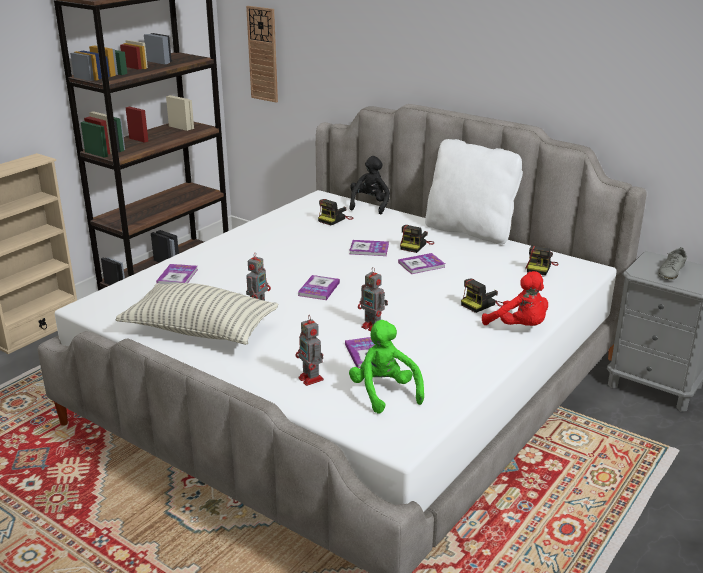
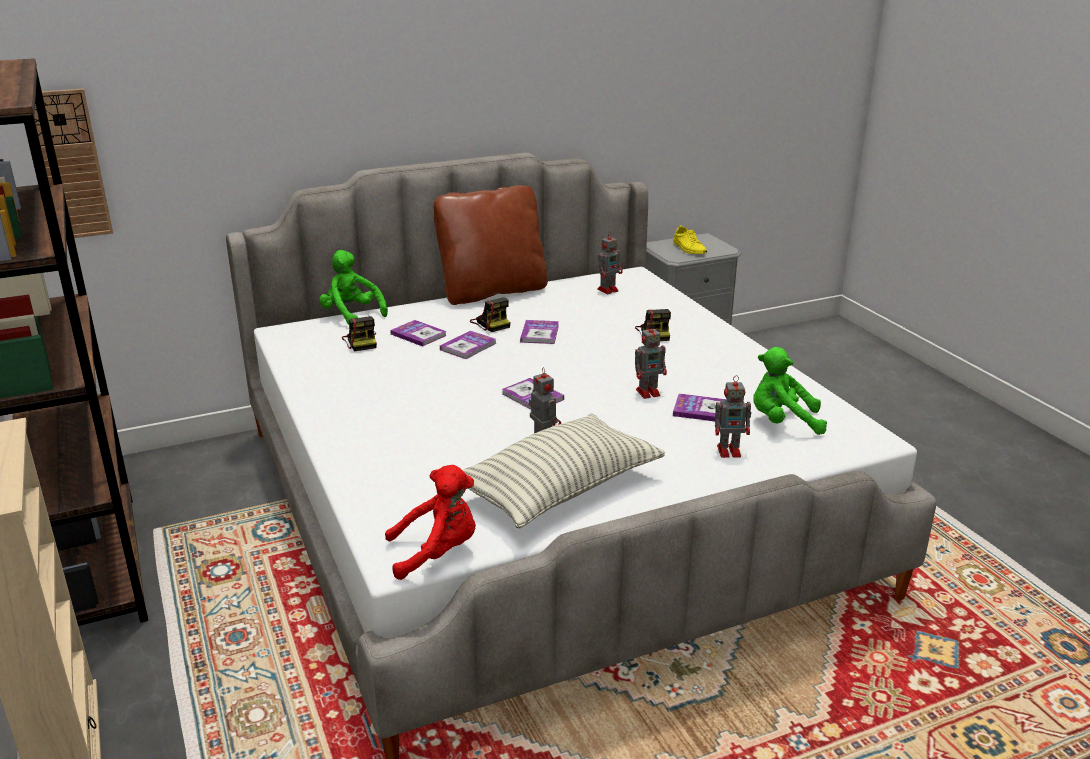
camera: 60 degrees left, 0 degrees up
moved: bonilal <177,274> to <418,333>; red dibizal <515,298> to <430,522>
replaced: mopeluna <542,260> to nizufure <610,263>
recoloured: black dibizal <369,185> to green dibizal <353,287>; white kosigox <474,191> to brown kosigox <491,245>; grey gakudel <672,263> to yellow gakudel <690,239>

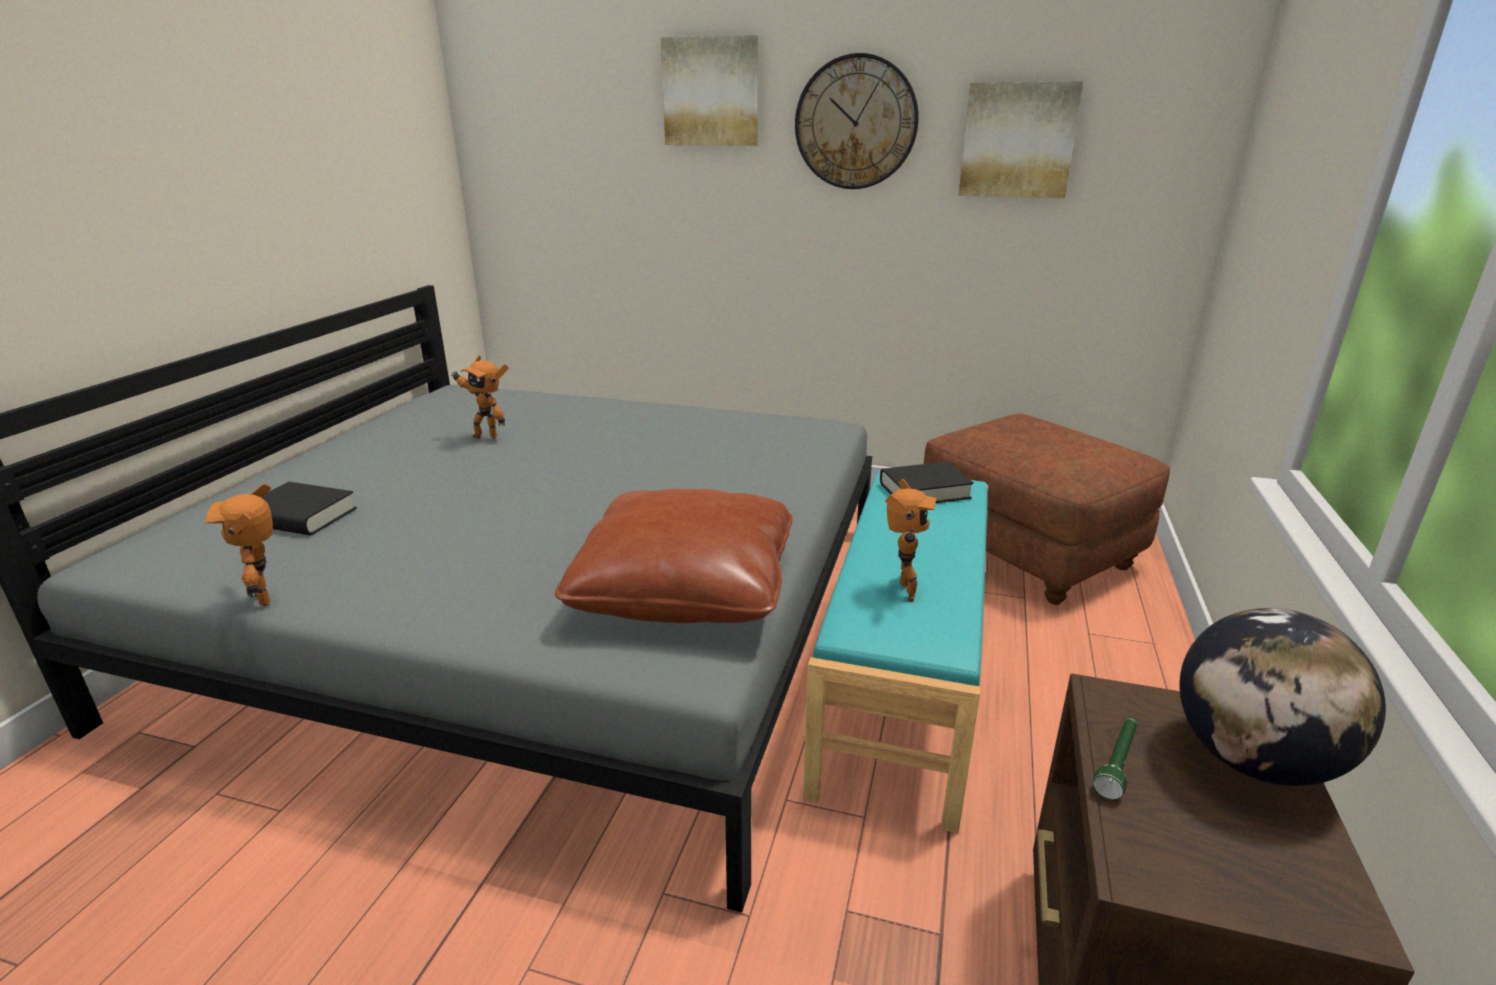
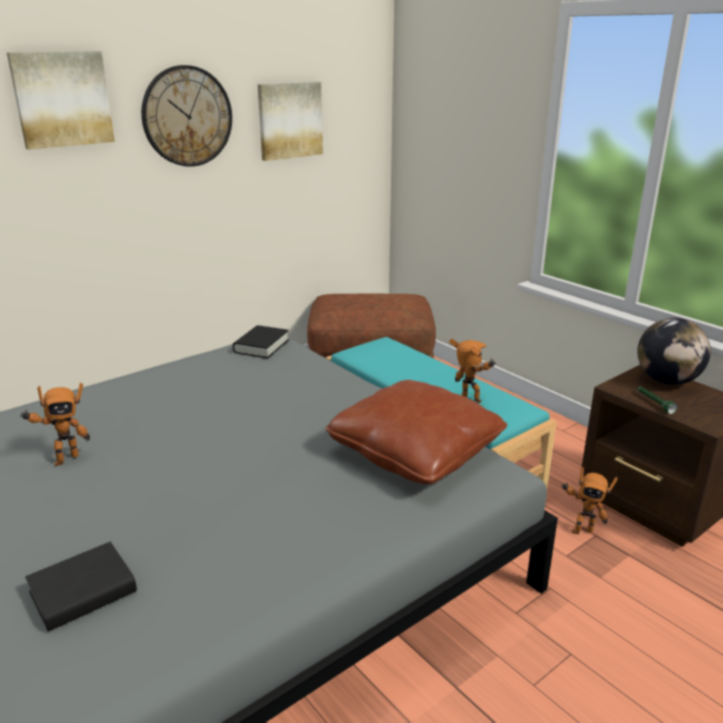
camera: 55 degrees left, 0 degrees up
moved: nizufure <239,545> to <589,500>; black bonilal <927,482> to <261,342>

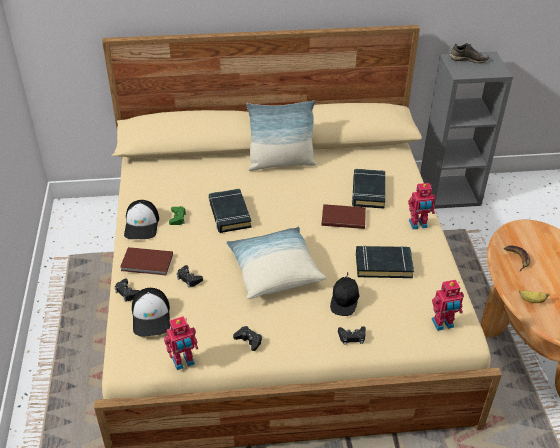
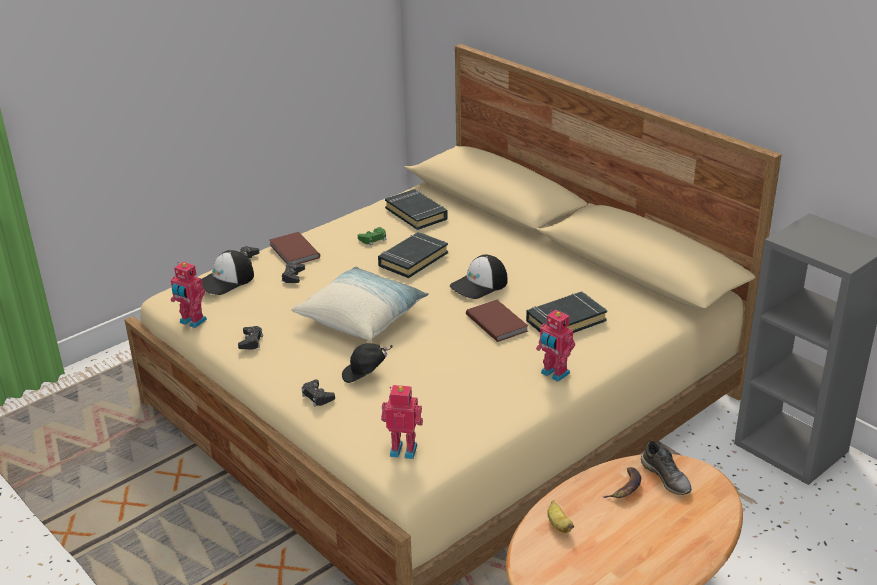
camera: 55 degrees right, 10 degrees down
removed: kosigox <281,135>
moved: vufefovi <141,219> to <479,276>; black bonilal <385,261> to <416,209>; grey gakudel <470,53> to <666,467>
turned: nizufure <448,305> = <402,422> 150 degrees clockwise

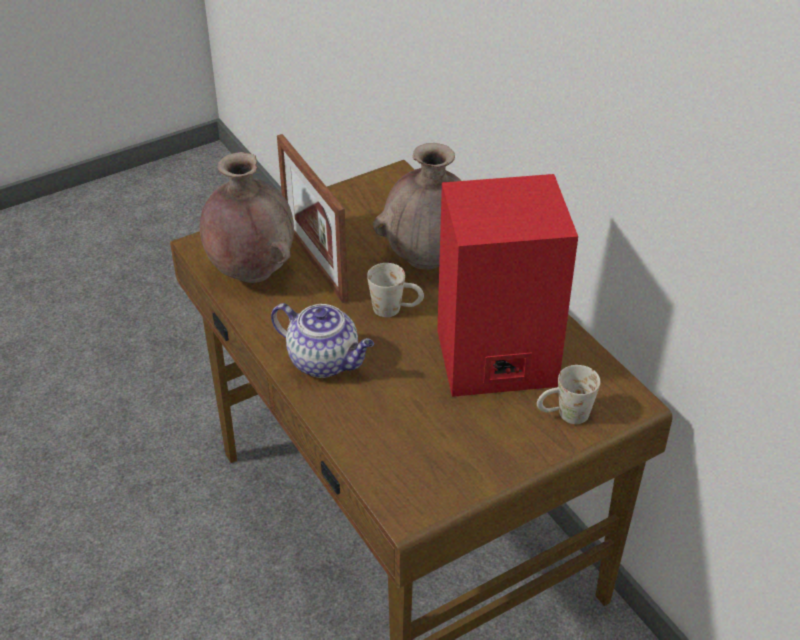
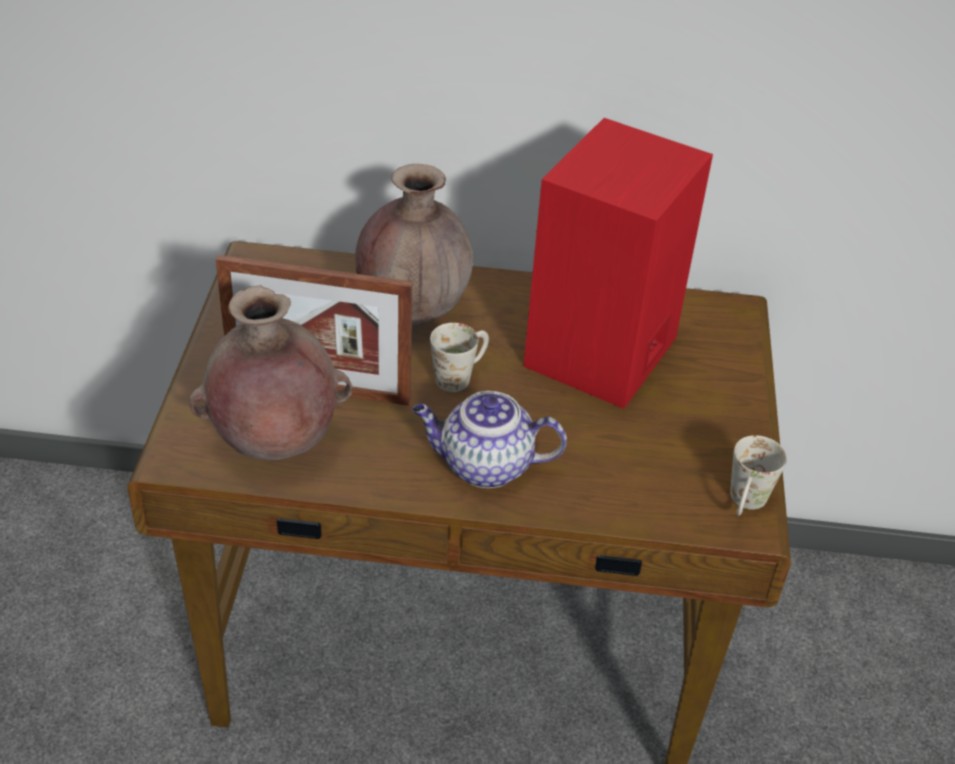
camera: 55 degrees left, 0 degrees up
moved: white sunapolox <568,394> to <758,475>
turned: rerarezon <322,340> = <489,439> 150 degrees counterclockwise

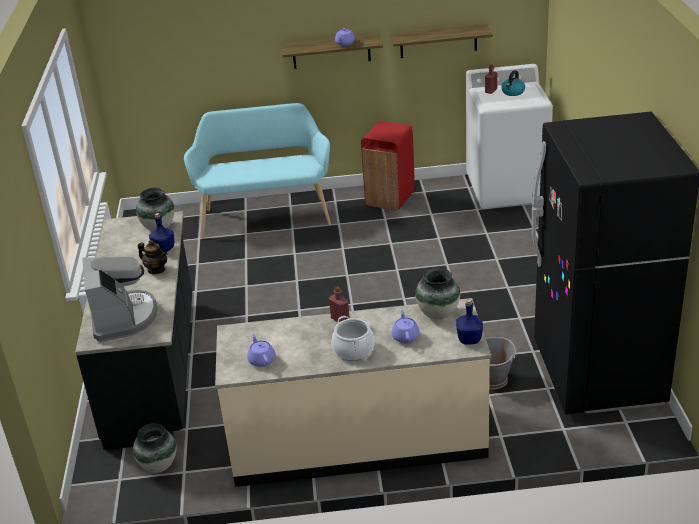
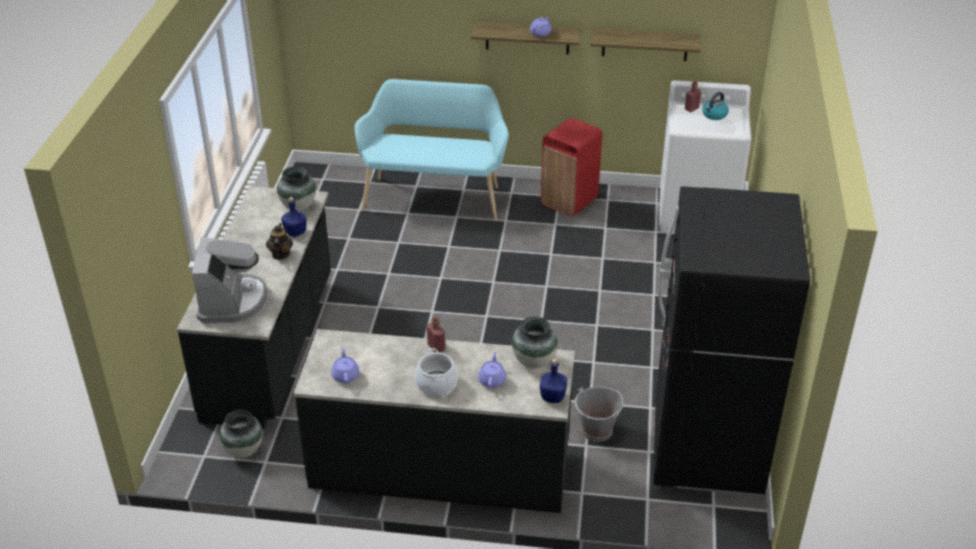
camera: 10 degrees right, 5 degrees up
recoloured: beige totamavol <353,392> to black totamavol <434,421>
turned: rerarezon <153,257> = <279,241> 135 degrees counterclockwise

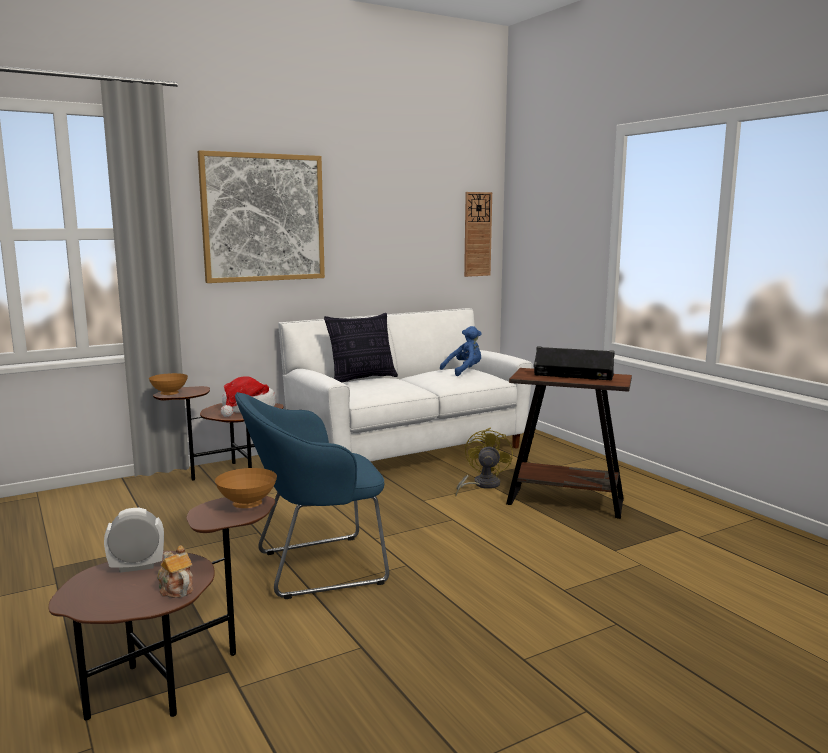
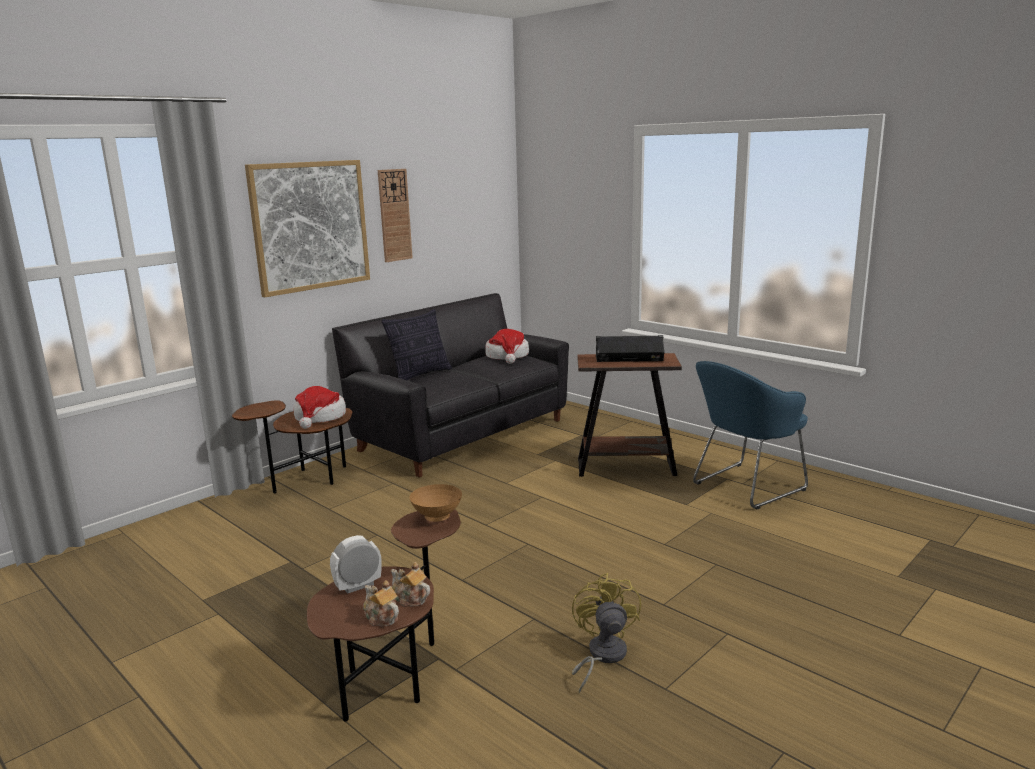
camera: 15 degrees left, 5 degrees up
removed: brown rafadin <168,384>
added: rerarezon <381,603>
moved: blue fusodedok <312,495> to <750,435>; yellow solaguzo <484,461> to <606,633>; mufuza <478,234> to <395,215>
replaced: blue dibizal <461,351> to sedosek <507,346>
recoloured: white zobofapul <405,384> to black zobofapul <450,385>

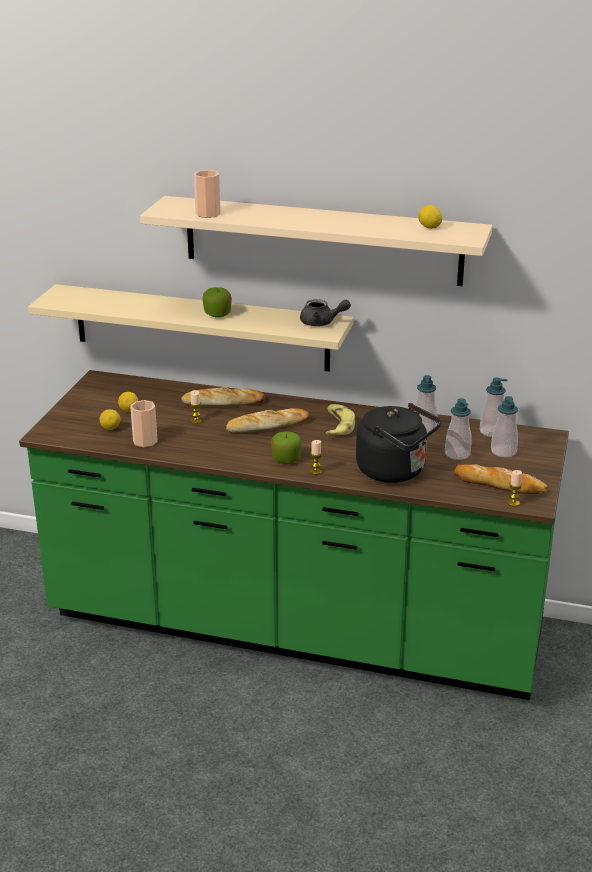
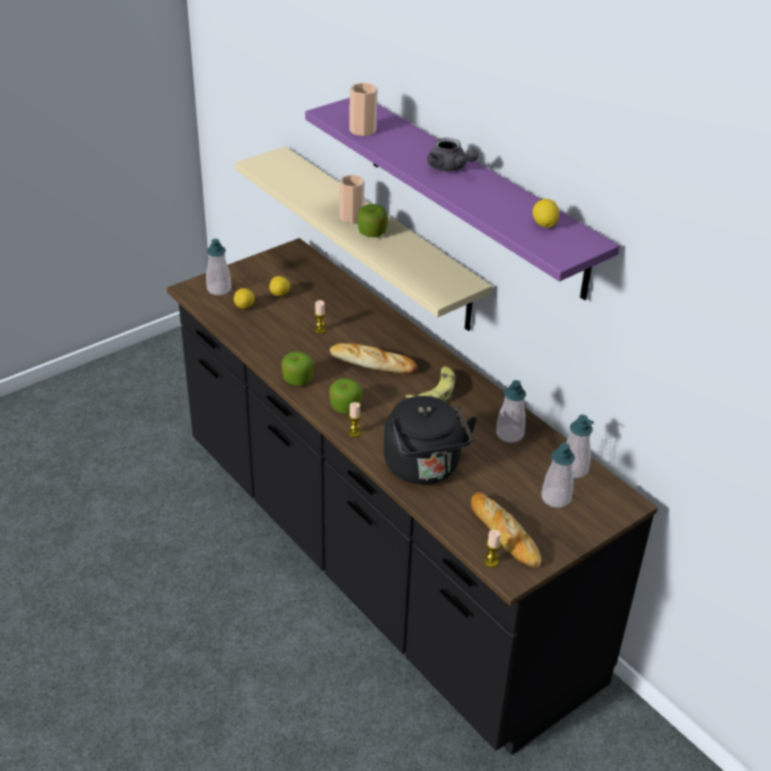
camera: 35 degrees right, 10 degrees up
removed: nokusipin <223,396>
added: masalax <297,369>
moved: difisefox <144,423> to <352,199>; grey rerarezon <325,312> to <452,155>; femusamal <458,429> to <218,267>
recoloured: green totamavol <294,535> to black totamavol <412,496>; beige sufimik <316,241> to purple sufimik <462,199>

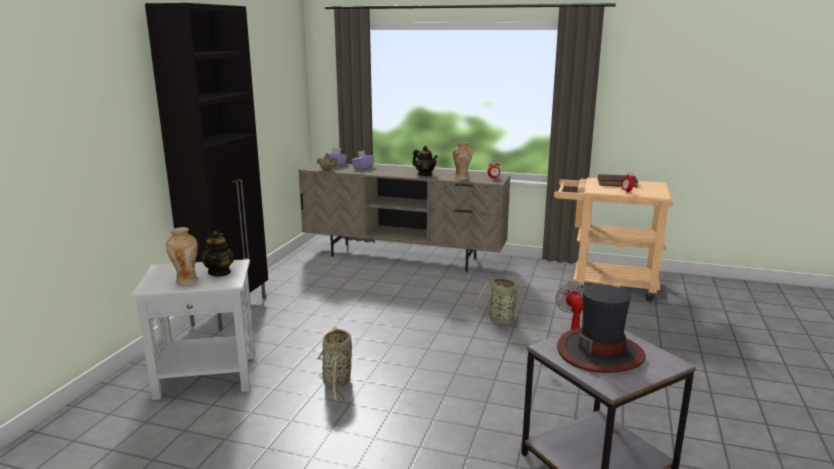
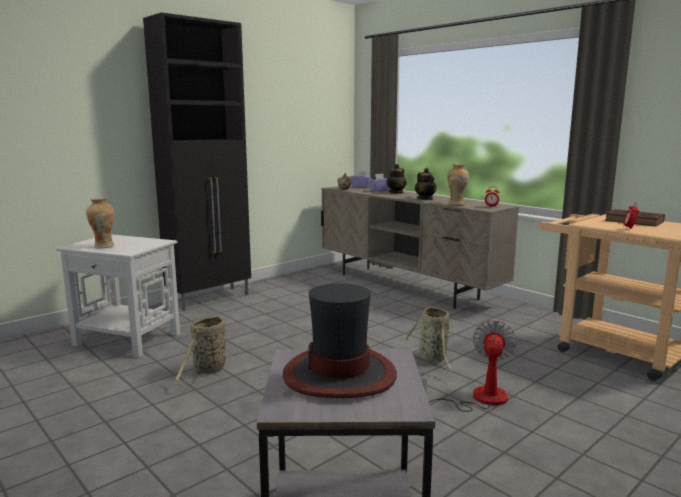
camera: 30 degrees right, 5 degrees down
moved: rerarezon <218,253> to <396,179>

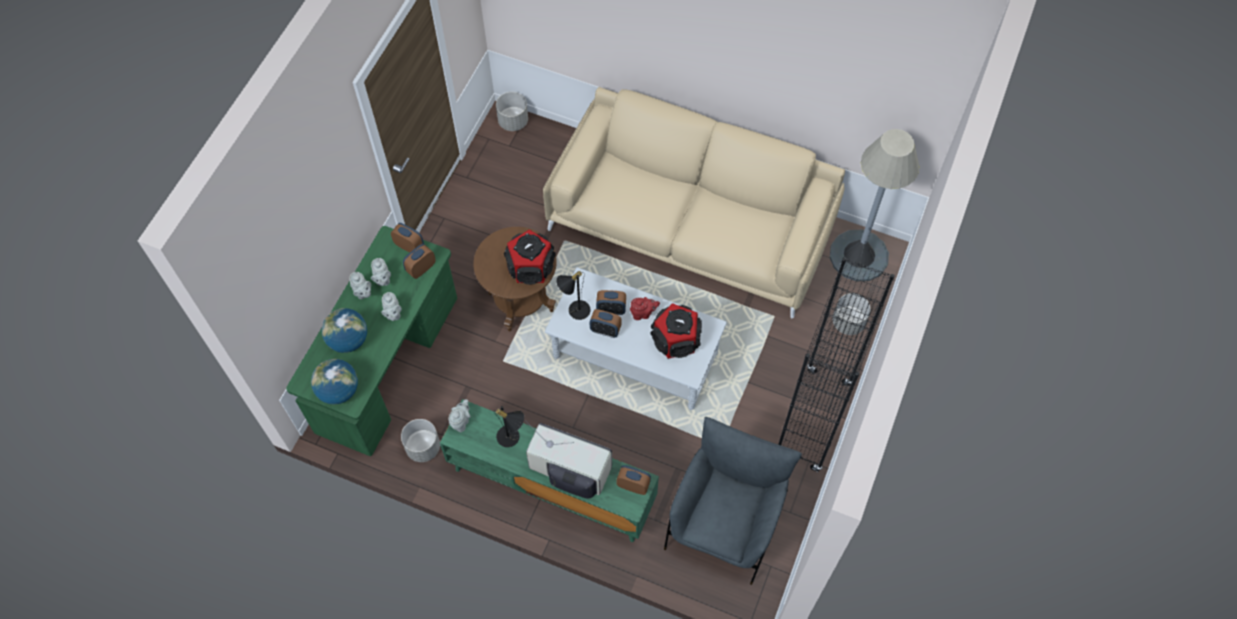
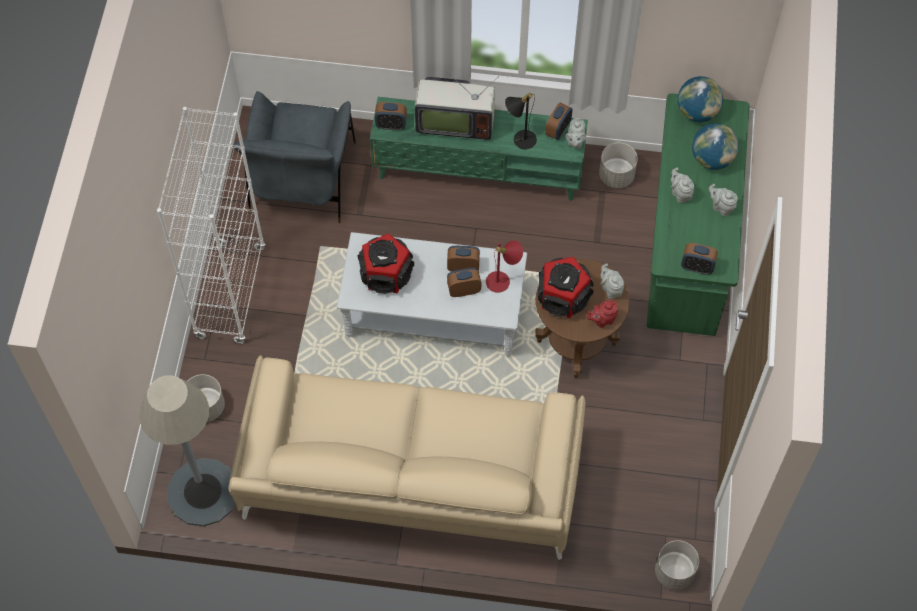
camera: 165 degrees right, 0 degrees up
moved: grey rerarezon <381,272> to <612,281>; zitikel <419,261> to <559,121>; red rerarezon <645,308> to <602,314>
recoloured: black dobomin <573,295> to red dobomin <504,266>; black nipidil <836,364> to white nipidil <211,225>

